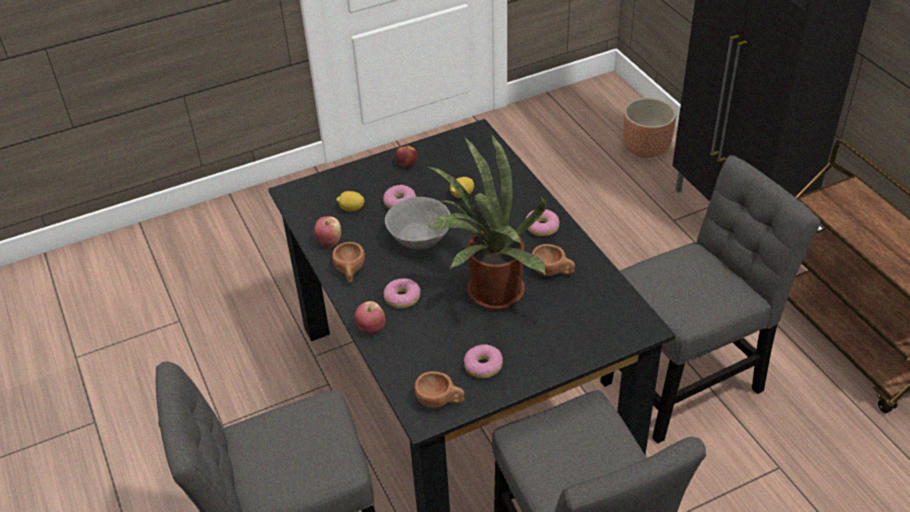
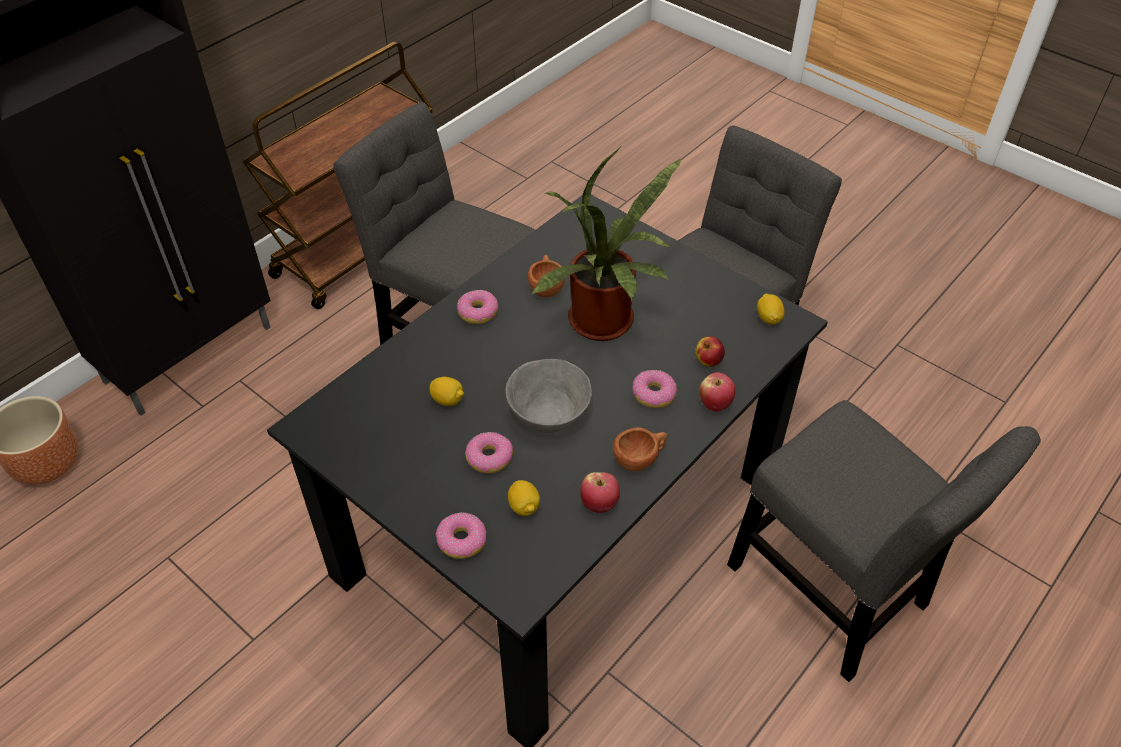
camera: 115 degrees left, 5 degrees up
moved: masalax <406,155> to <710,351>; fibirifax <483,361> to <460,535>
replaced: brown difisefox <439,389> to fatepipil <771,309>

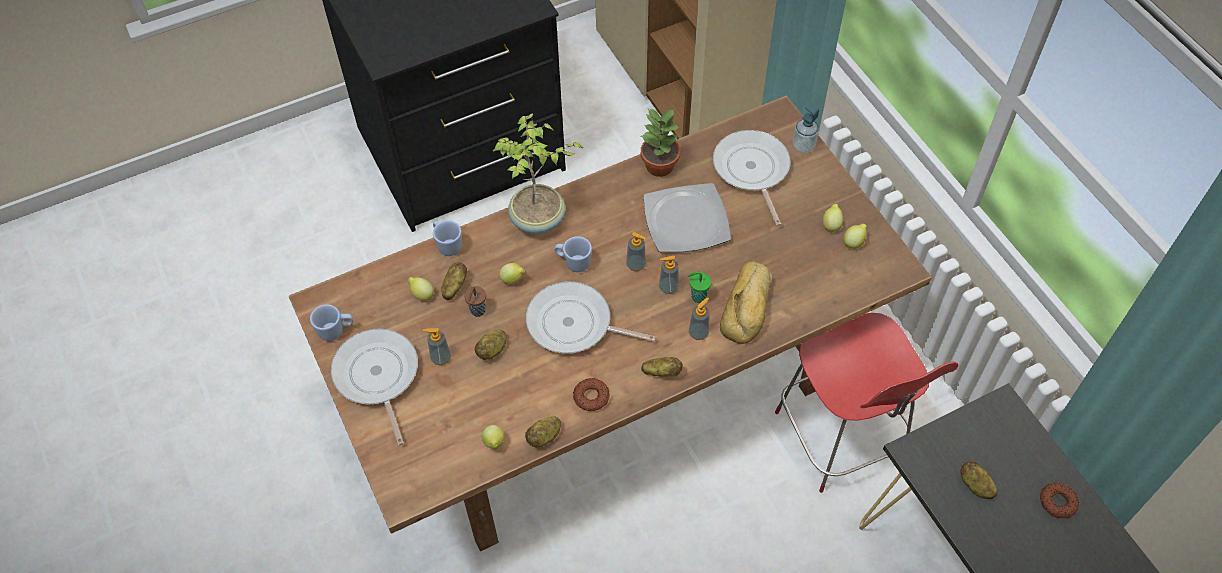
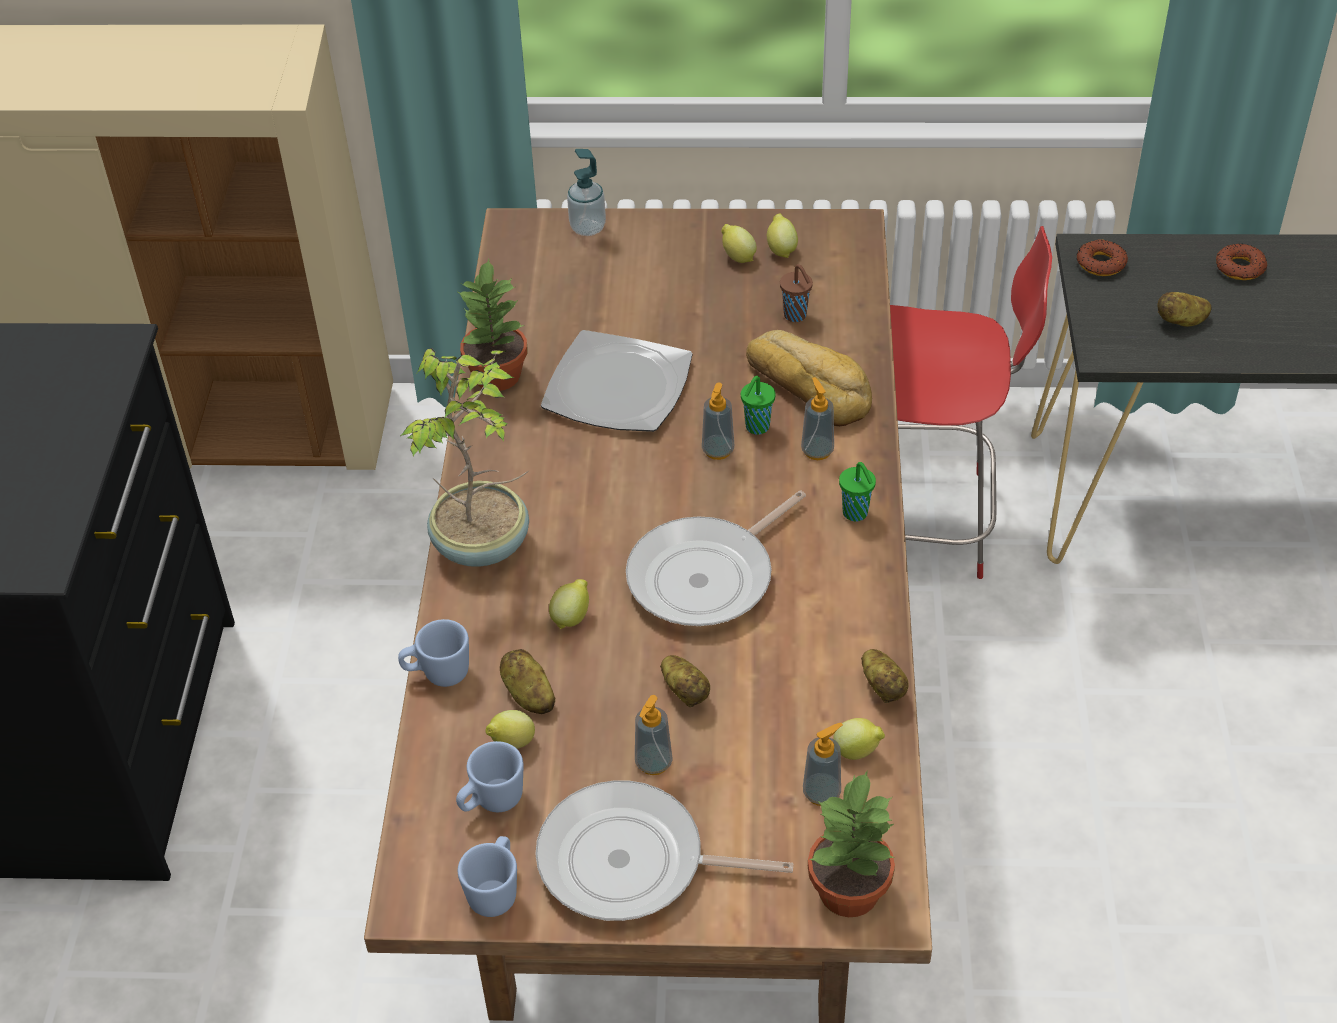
camera: 60 degrees left, 10 degrees down
removed: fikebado <752,178>
added: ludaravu <851,843>
moved: brown difisefox <475,301> to <796,293>; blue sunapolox <573,254> to <489,776>; fibirifax <591,394> to <1102,257>; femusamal <636,252> to <823,764>
replaced: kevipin <662,367> to green difisefox <857,491>

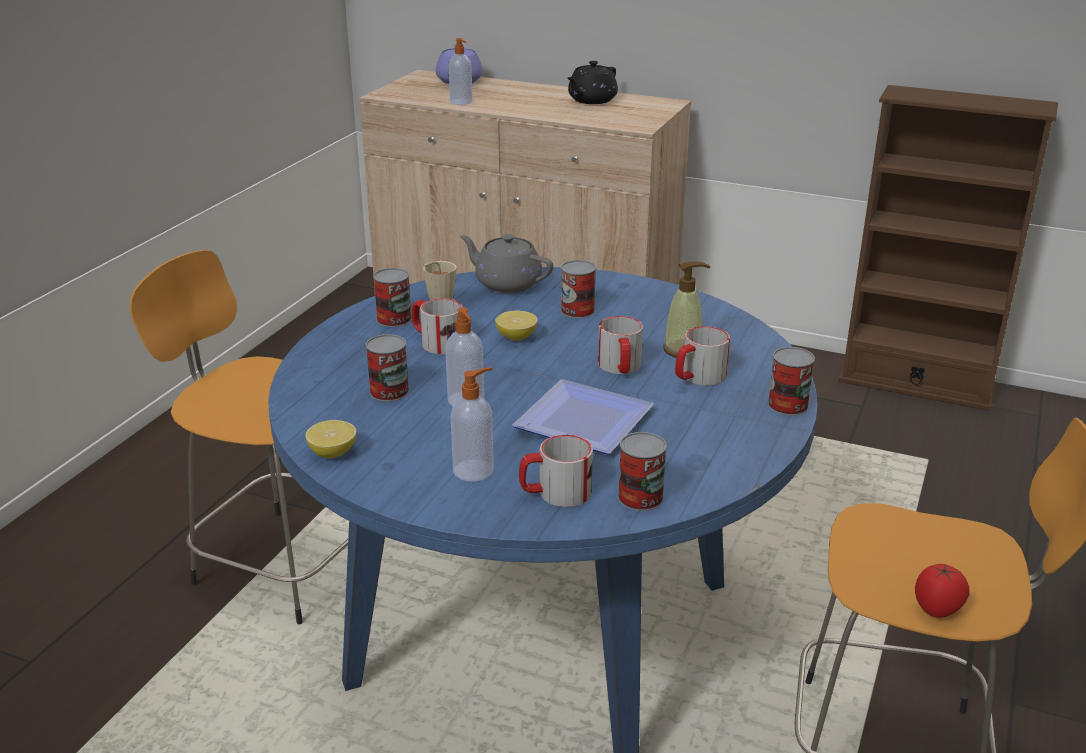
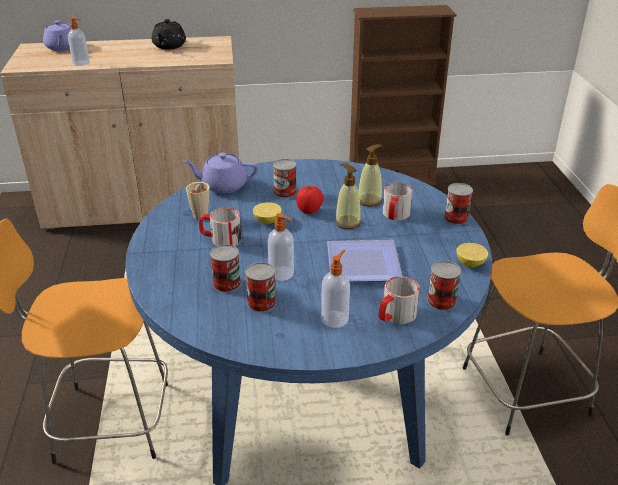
camera: 30 degrees left, 5 degrees up
moved: fatepipil <330,439> to <472,255>; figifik <392,297> to <260,287>; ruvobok <942,591> to <309,200>
replaced: sunapolox <620,345> to femusamal <348,196>
recoloured: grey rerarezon <506,263> to purple rerarezon <220,173>

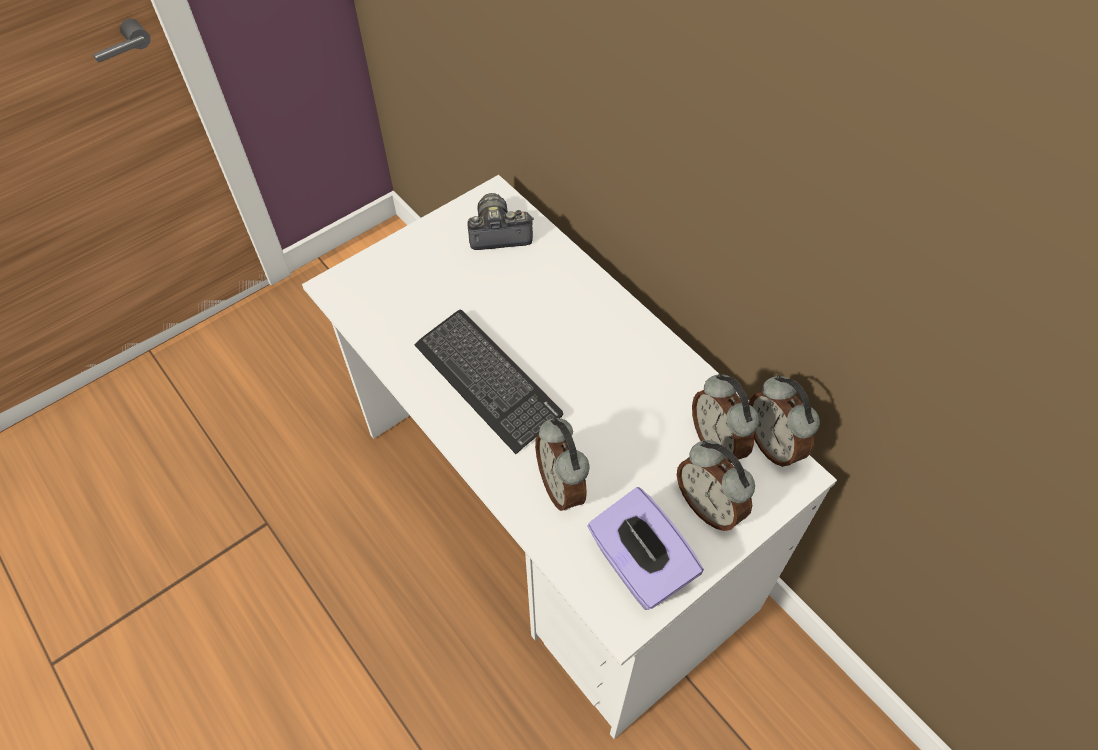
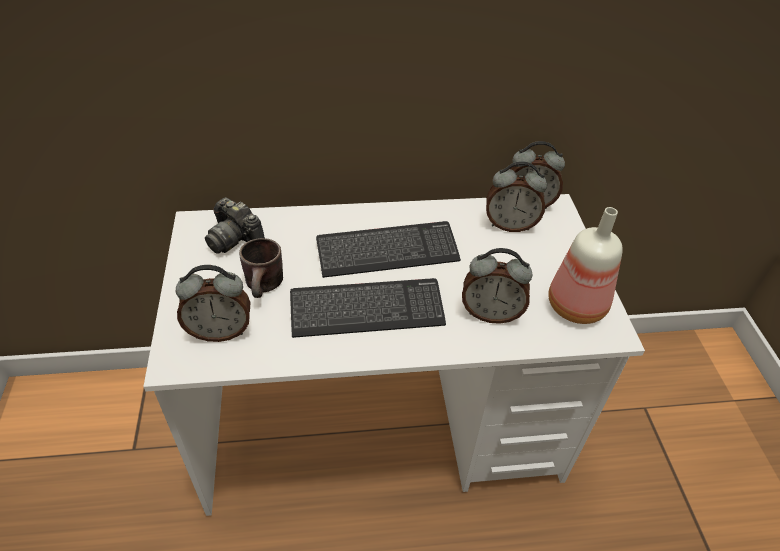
camera: 60 degrees left, 10 degrees down
added: brown sunapolox <261,268>; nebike <388,249>
moved: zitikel <716,485> to <213,303>
replaced: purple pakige <645,548> to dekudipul <585,265>
turned: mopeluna <500,221> = <235,225> 75 degrees counterclockwise

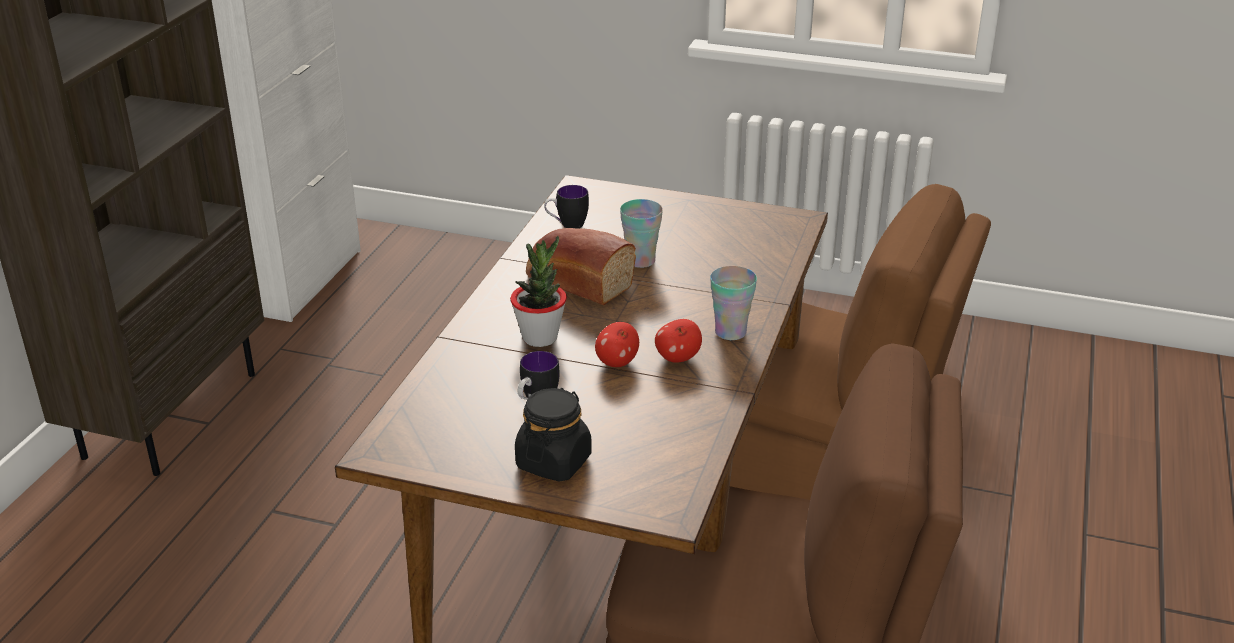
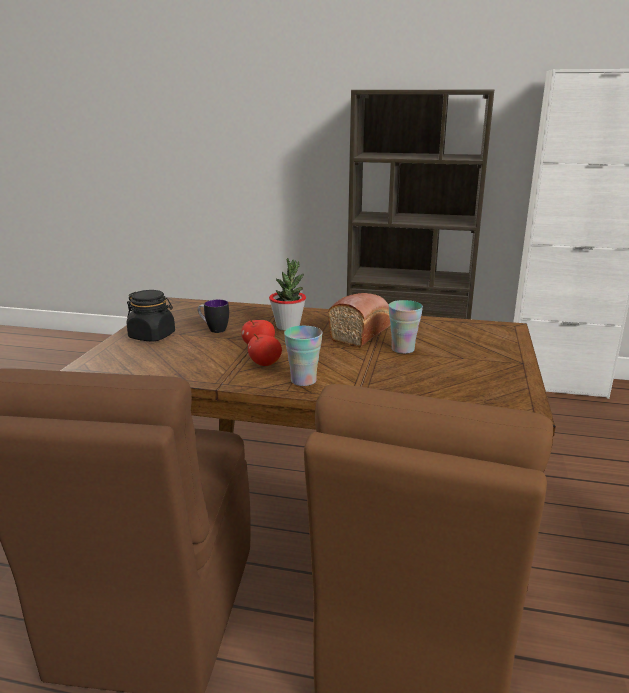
camera: 85 degrees right, 10 degrees down
removed: sunapolox <566,207>

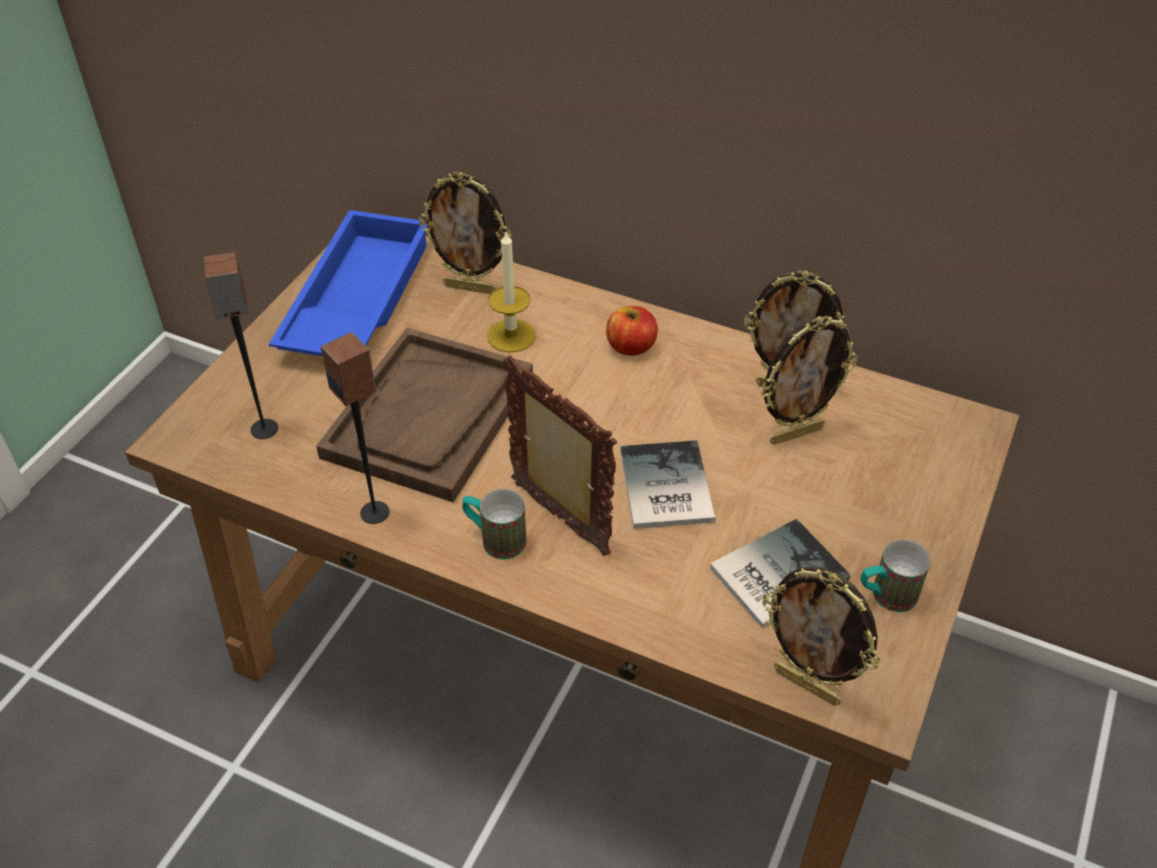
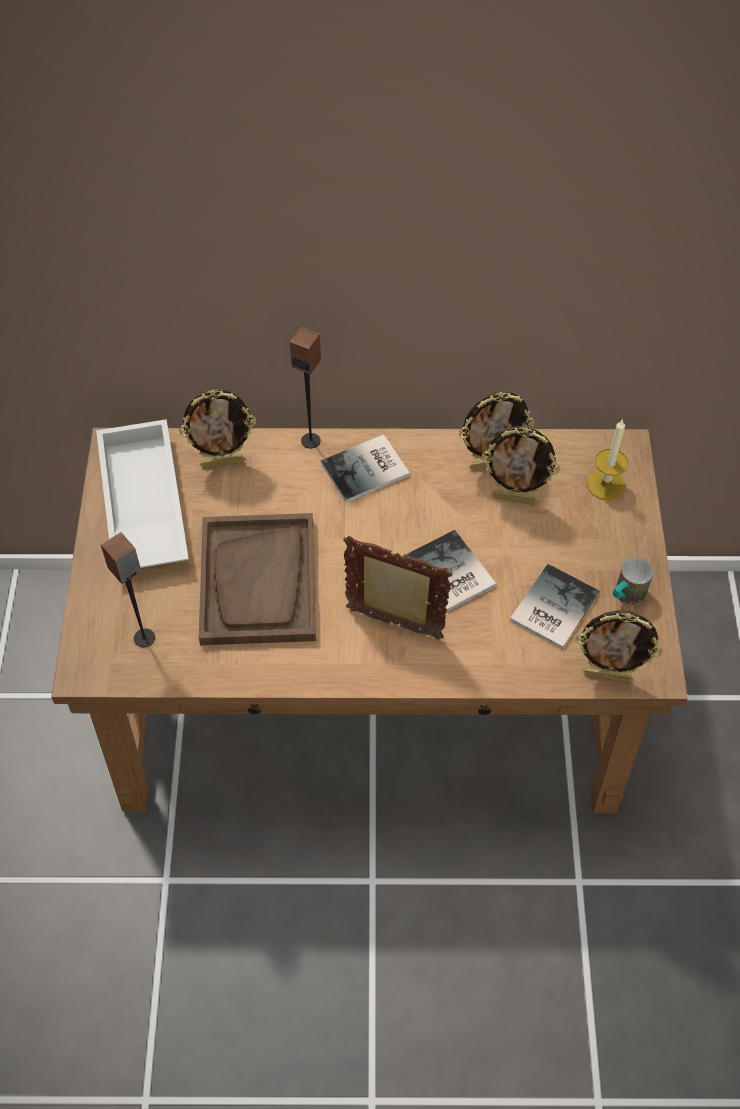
camera: 25 degrees left, 10 degrees up
removed: sunapolox <494,524>
moved: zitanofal <355,428> to <305,388>; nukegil <511,292> to <607,459>
replaced: masalax <632,331> to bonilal <365,468>
recoloured: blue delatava <348,283> to white delatava <142,493>
turned: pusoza <809,380> = <520,465> 60 degrees clockwise

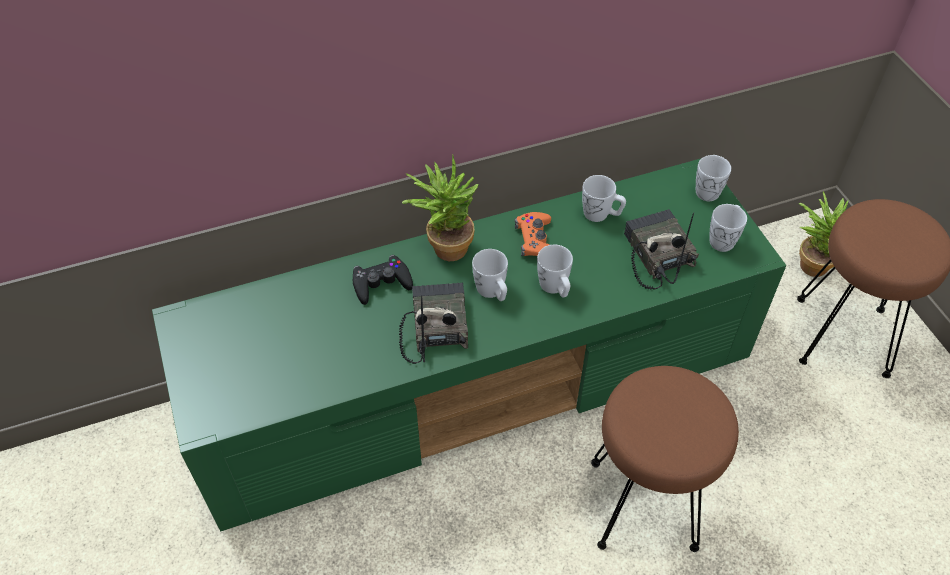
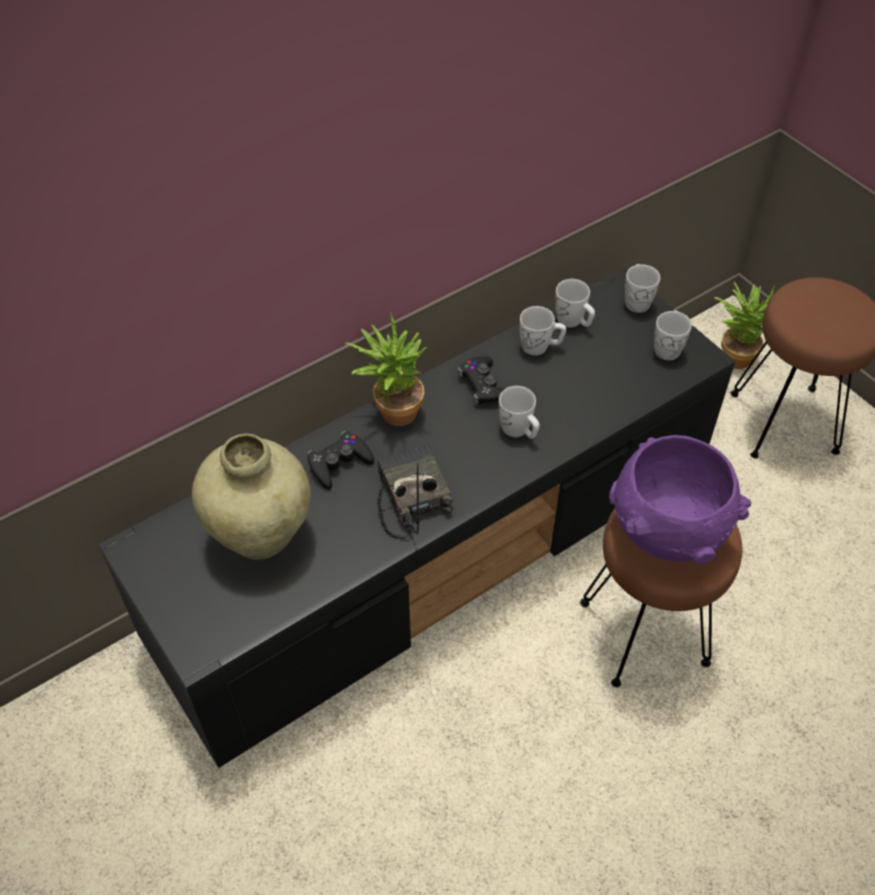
camera: 15 degrees left, 0 degrees up
removed: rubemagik <661,249>
added: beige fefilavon <251,496>; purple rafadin <680,499>
moved: white sunapolox <490,275> to <575,303>
recoloured: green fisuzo <469,345> to black fisuzo <416,518>; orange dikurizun <533,234> to black dikurizun <481,381>

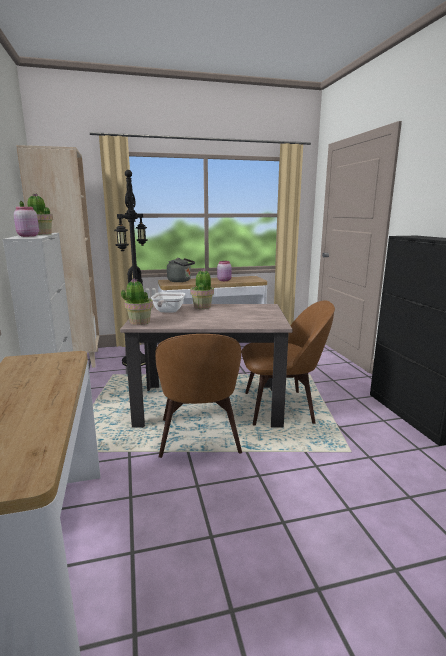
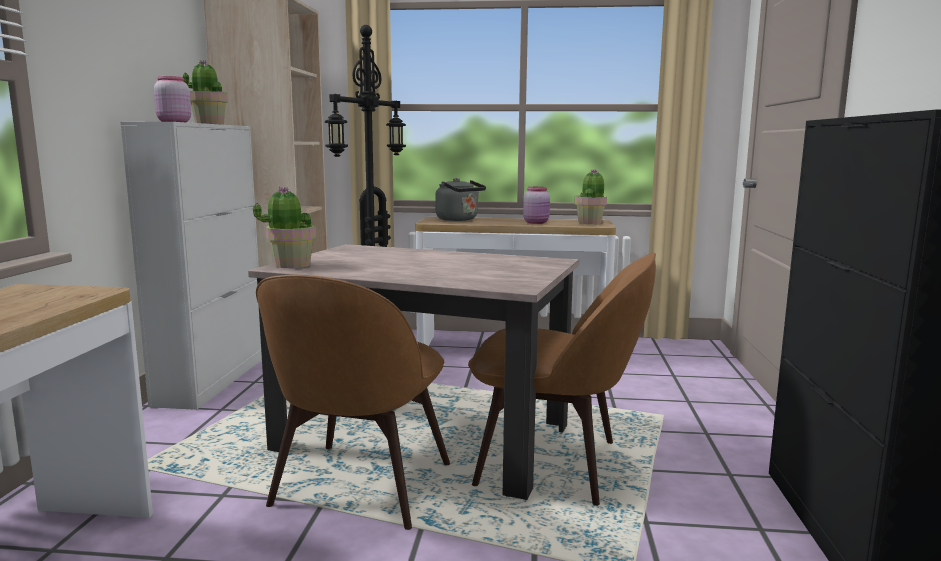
camera: 20 degrees right, 5 degrees down
removed: fikebado <168,302>
moved: ludaravu <202,288> to <590,196>

